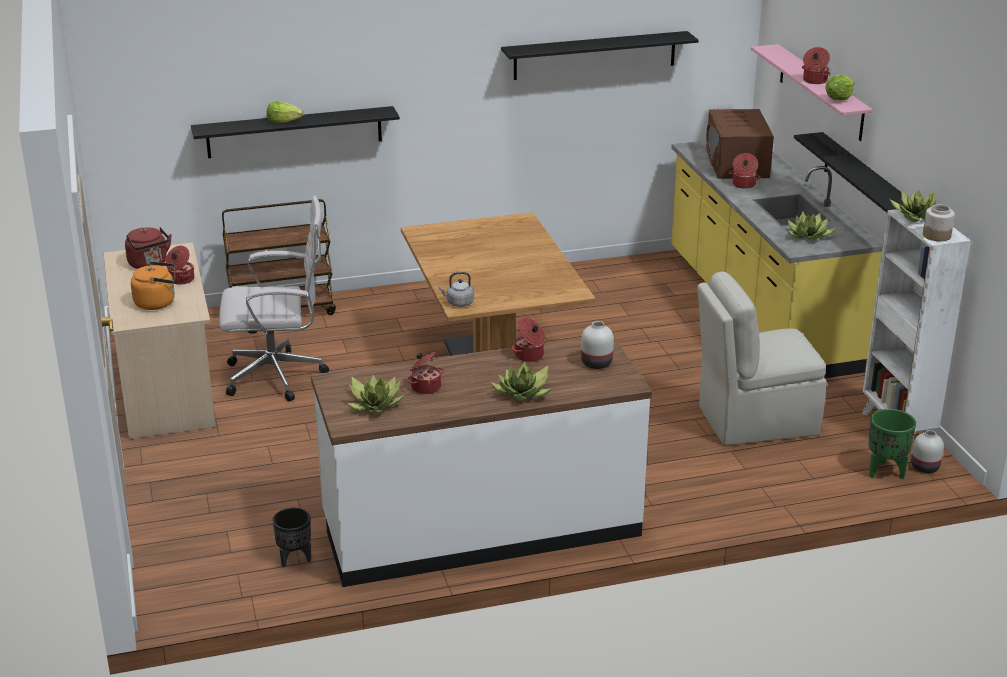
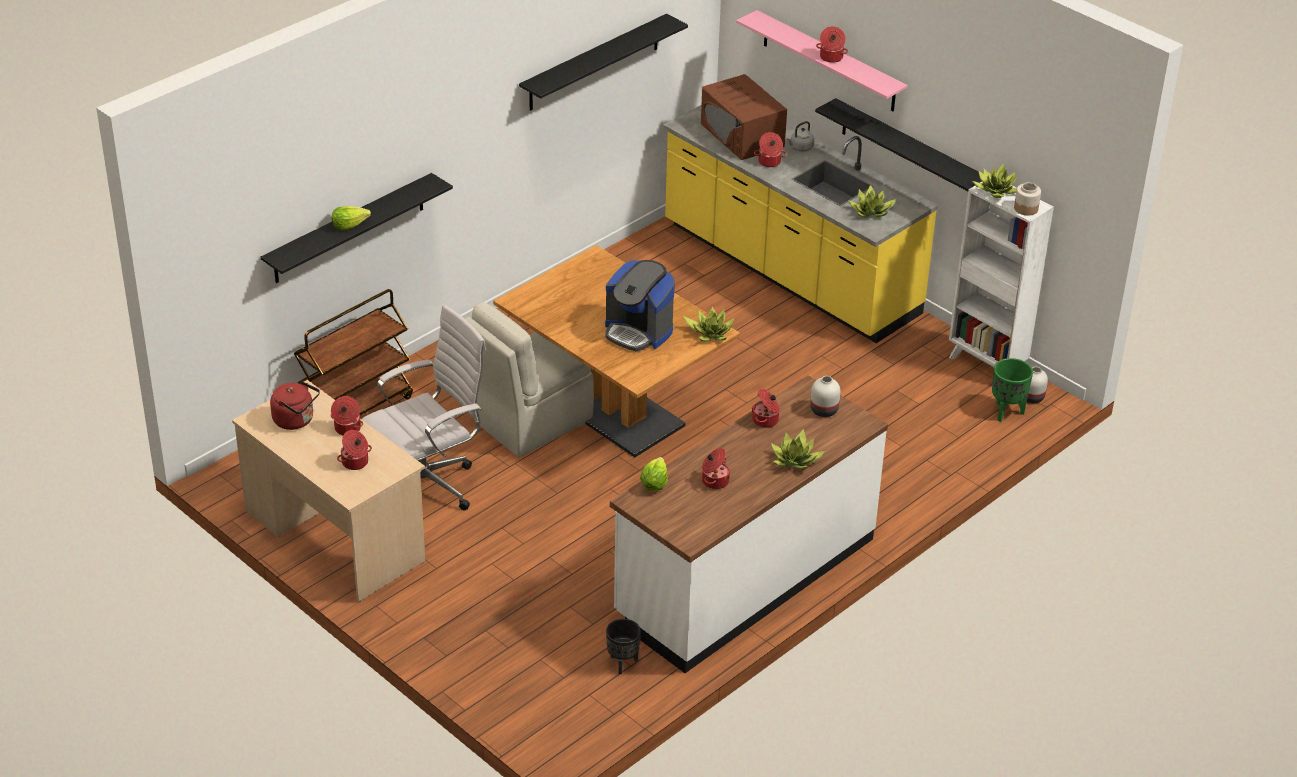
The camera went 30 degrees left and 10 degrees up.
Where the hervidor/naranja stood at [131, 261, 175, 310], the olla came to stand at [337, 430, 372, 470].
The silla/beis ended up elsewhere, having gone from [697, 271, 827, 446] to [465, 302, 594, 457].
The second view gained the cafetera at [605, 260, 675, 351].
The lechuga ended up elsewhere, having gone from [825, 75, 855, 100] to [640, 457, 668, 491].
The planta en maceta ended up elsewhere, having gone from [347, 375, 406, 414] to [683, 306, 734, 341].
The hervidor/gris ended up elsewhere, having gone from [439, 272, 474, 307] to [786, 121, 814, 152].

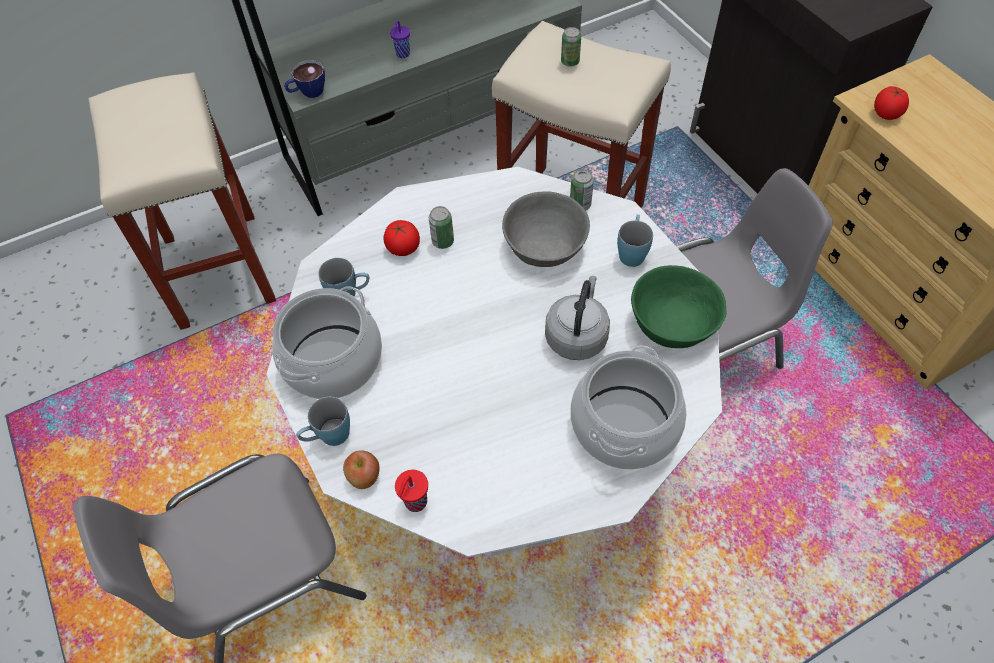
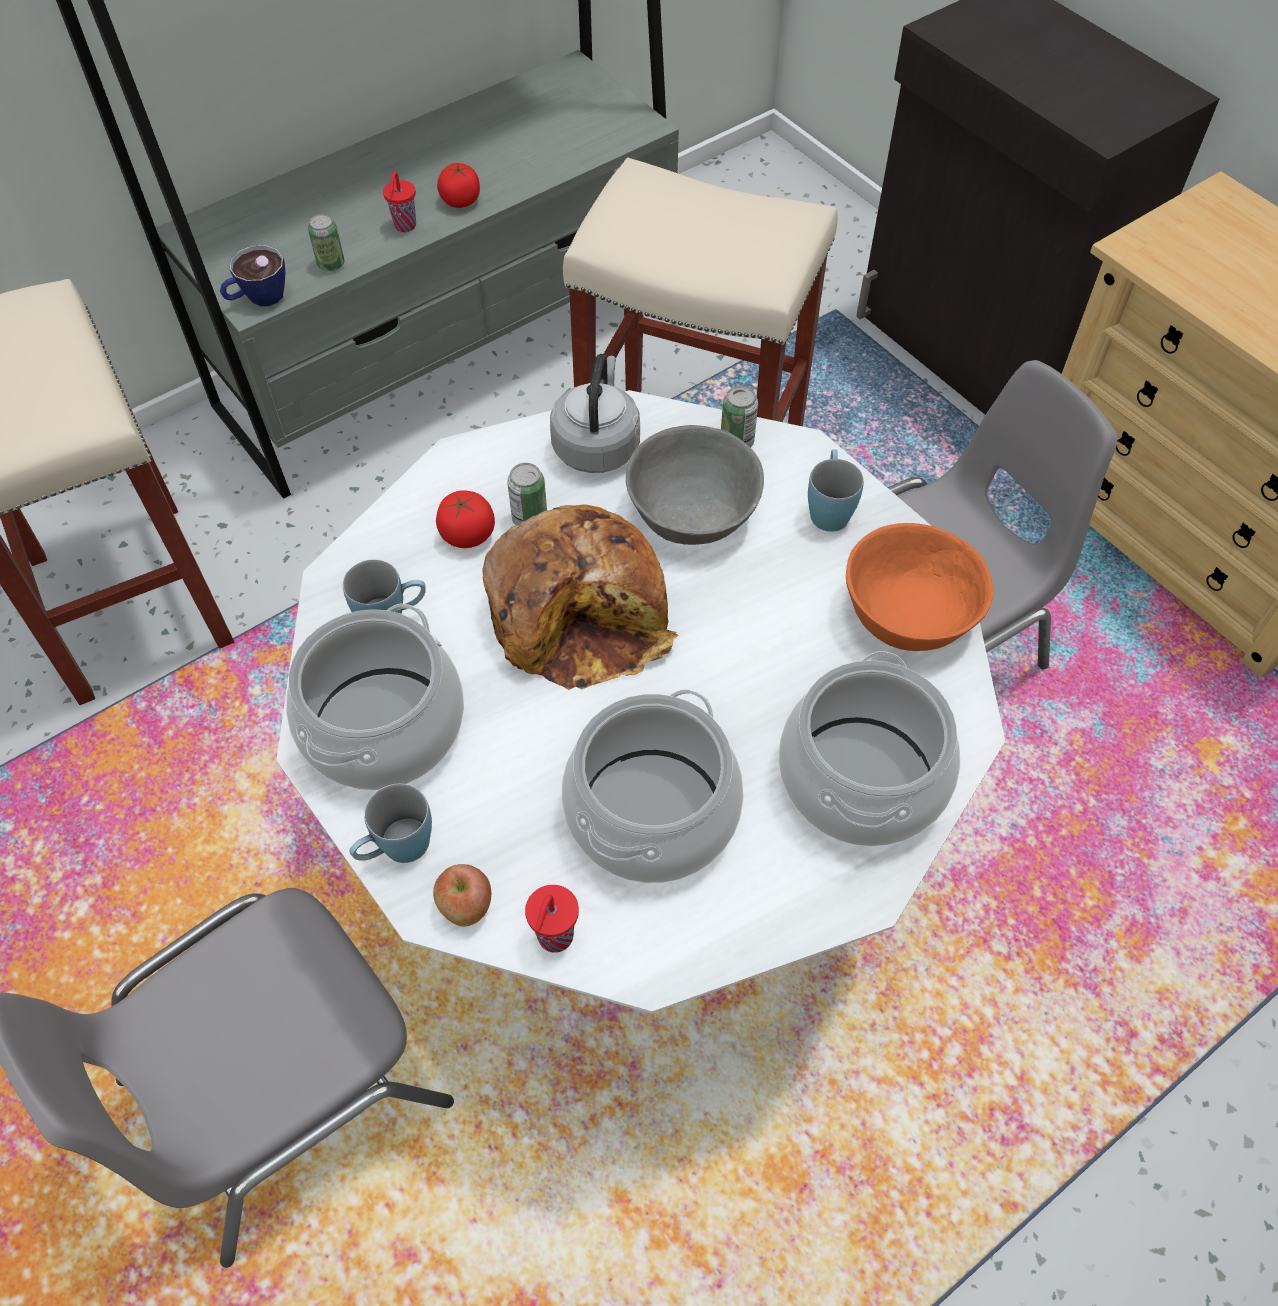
The camera went 10 degrees left and 0 degrees up.
The lata ended up elsewhere, having gone from [561, 27, 581, 67] to [308, 214, 345, 271].
What was the taza/morado at [390, 20, 410, 58] turned into the taza/rojo at [383, 171, 416, 232].
The tomate ended up elsewhere, having gone from [874, 86, 909, 120] to [437, 163, 480, 208].
The second view gained the pan at [482, 505, 678, 690].
The hervidor/gris ended up elsewhere, having gone from [545, 276, 610, 360] to [550, 354, 640, 473].
The second view gained the olla at [562, 689, 744, 883].
What was the cuenco/verde at [631, 265, 727, 348] turned into the cuenco/naranja at [846, 523, 994, 651].

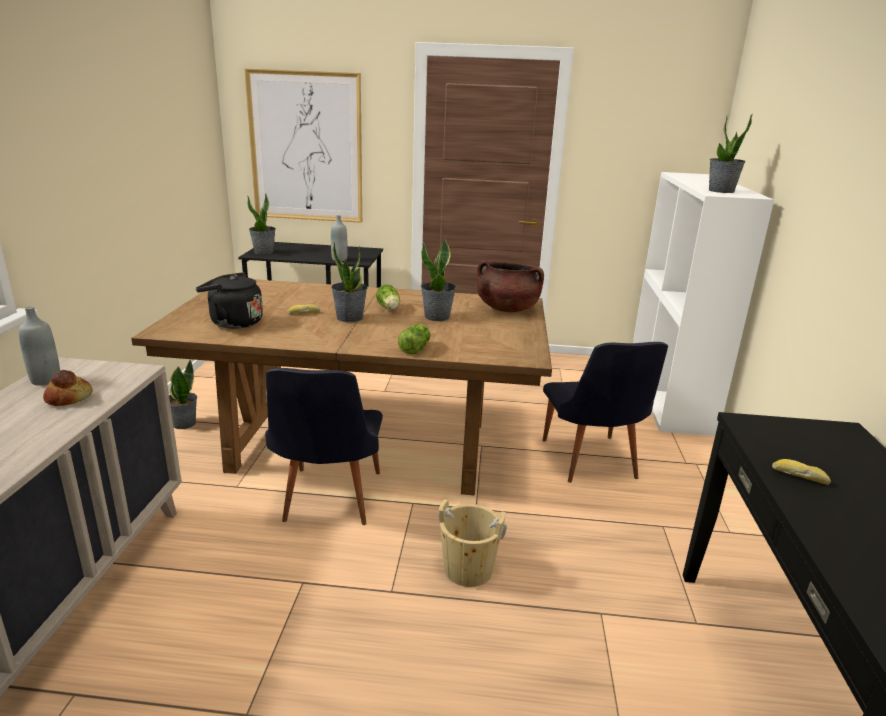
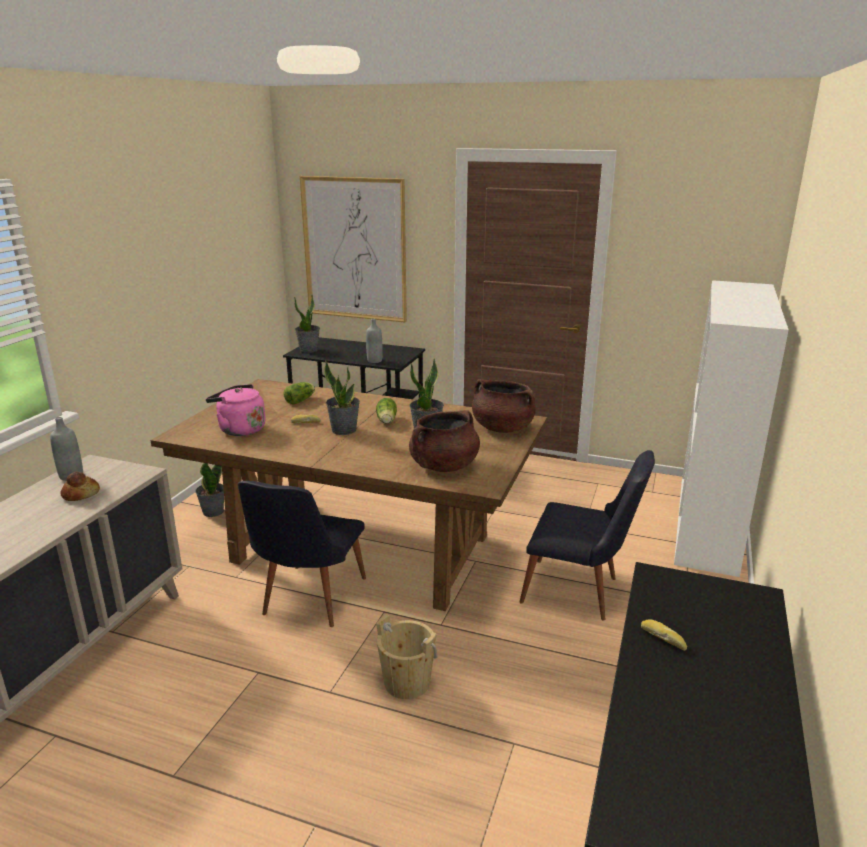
The camera went 15 degrees right and 0 degrees up.
What was the hervidor/negro at [196, 272, 263, 329] turned into the hervidor/rosa at [206, 384, 266, 436].
The lechuga ended up elsewhere, having gone from [398, 324, 431, 355] to [283, 382, 315, 405].
The second view gained the olla/marrón at [409, 410, 480, 472].
The silla/negro at [543, 342, 668, 483] ended up facing another way, 75 degrees counterclockwise from before.
The second view lost the planta en maceta at [709, 114, 752, 193].

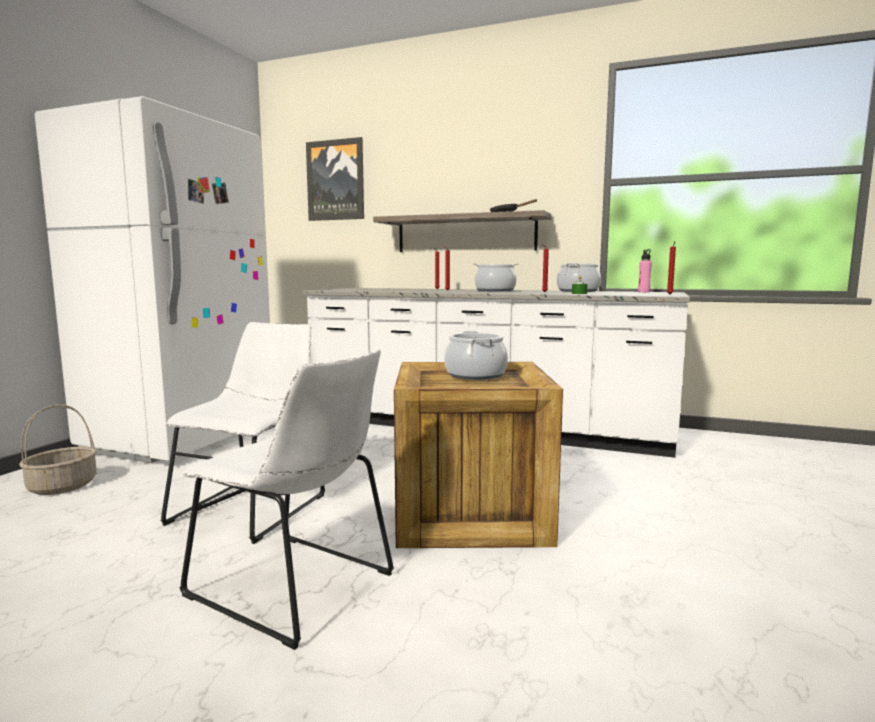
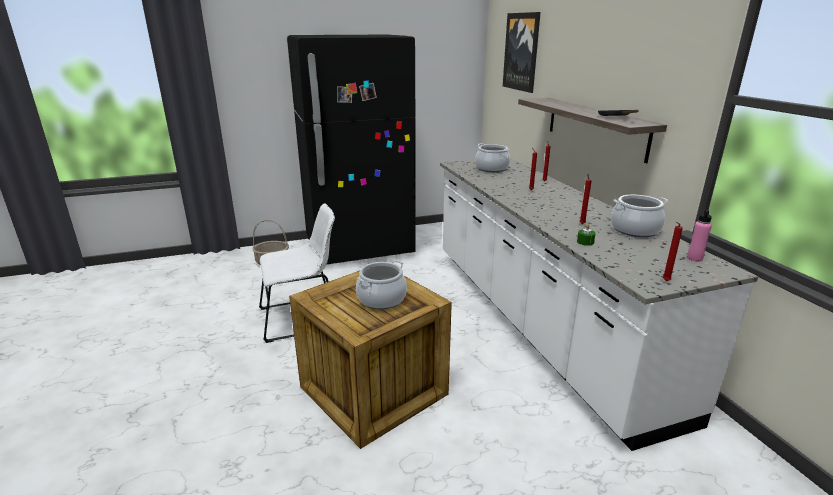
The camera went 50 degrees right and 15 degrees up.
What was the nevera/blanco at [35, 96, 270, 463] turned into the nevera/negro at [287, 35, 416, 265].
The olla ended up elsewhere, having gone from [473, 263, 519, 291] to [475, 143, 510, 172].
The second view lost the silla/blanco at [179, 350, 394, 650].

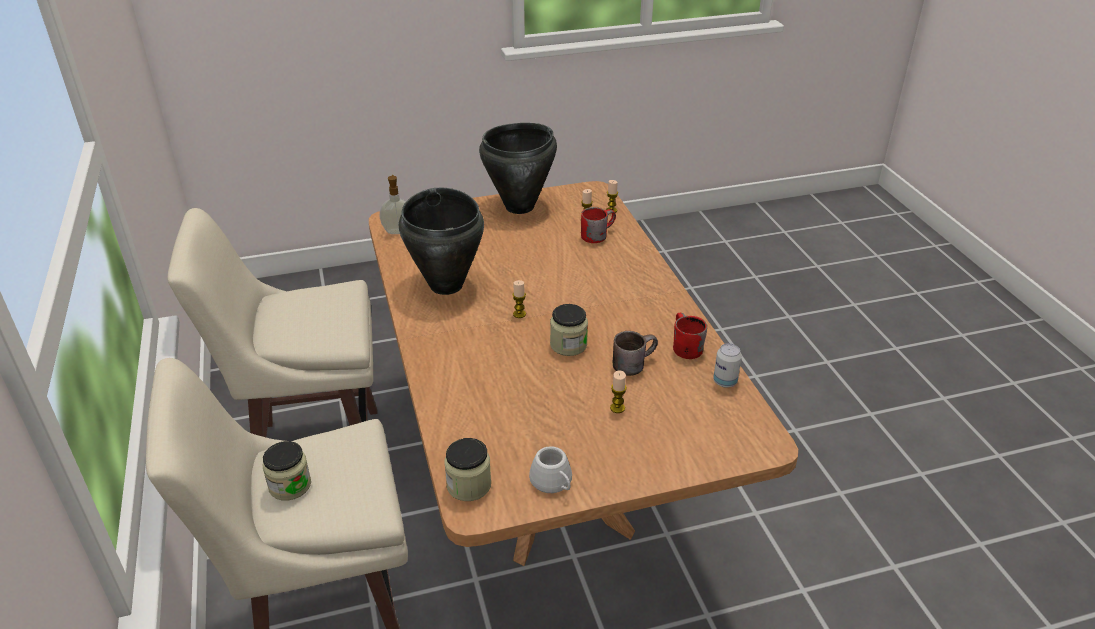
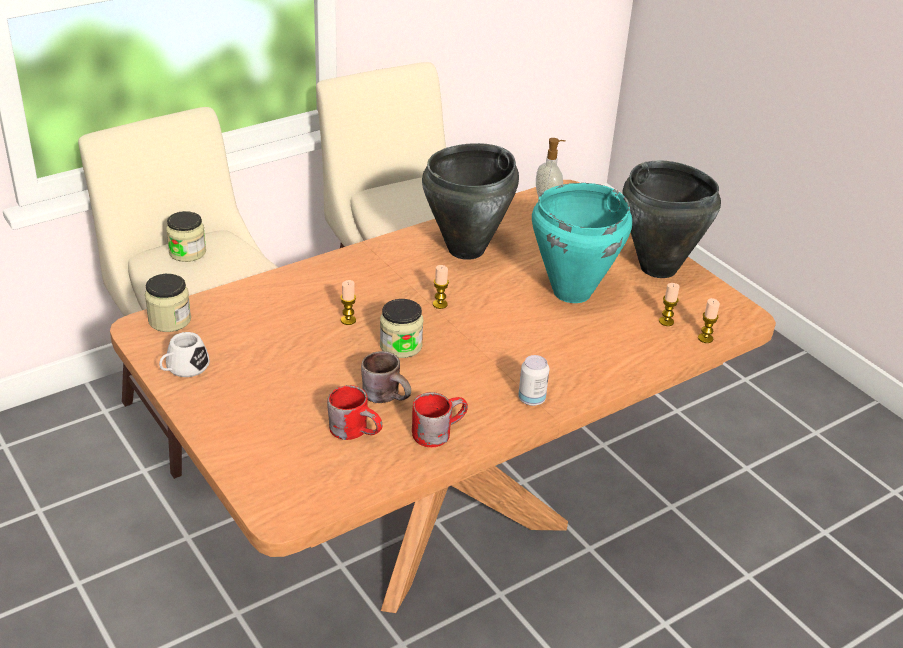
The camera went 70 degrees right and 0 degrees up.
The taza grande/rojo ended up elsewhere, having gone from [581, 207, 616, 243] to [327, 385, 383, 440].
The vela ended up elsewhere, having gone from [610, 370, 627, 413] to [340, 280, 356, 325].
The lata ended up elsewhere, having gone from [713, 343, 742, 388] to [518, 355, 549, 406].
The second view gained the olla/turquesa at [532, 183, 632, 303].

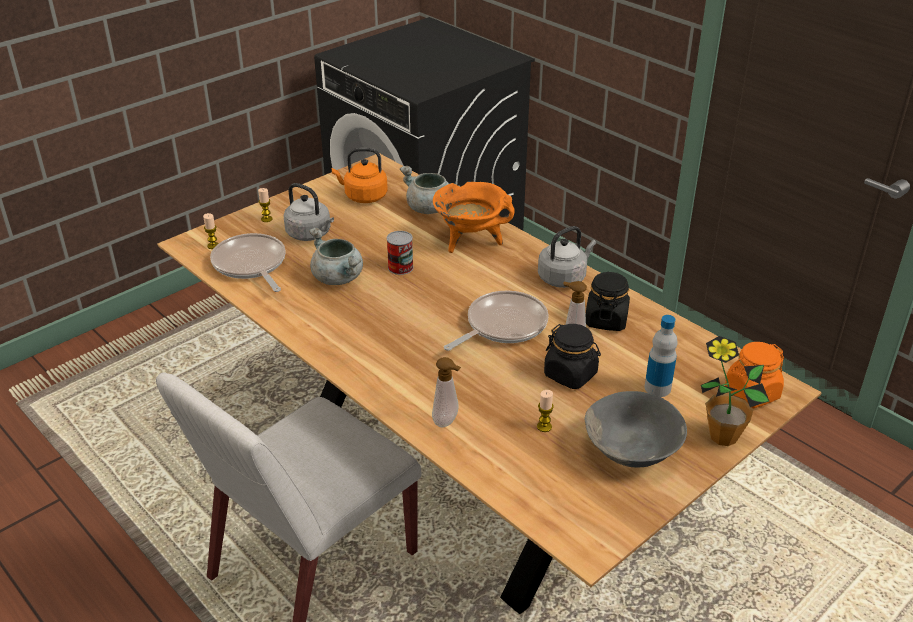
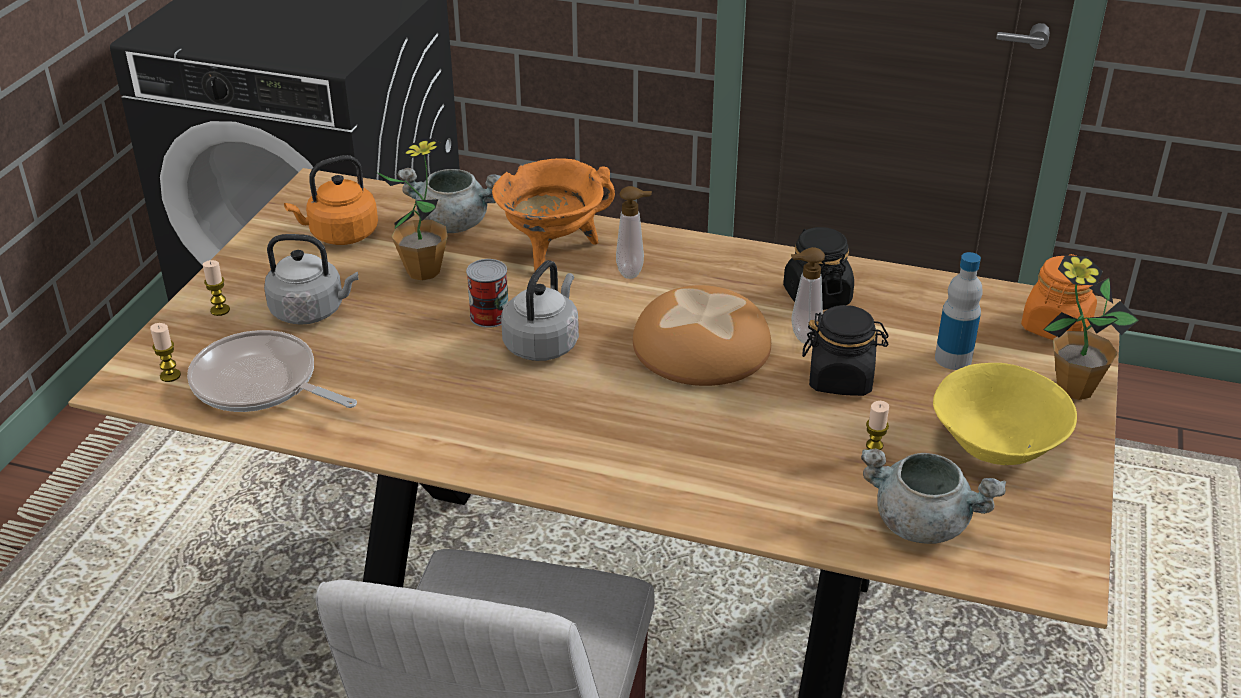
The camera went 30 degrees left and 0 degrees up.
The second view gained the planta en maceta at [376, 138, 448, 281].
The hervidor/gris ended up elsewhere, having gone from [538, 226, 596, 288] to [501, 260, 579, 361].
The dispensador de jabón ended up elsewhere, having gone from [432, 357, 461, 428] to [616, 186, 652, 279].
Where the sartén stood at [444, 291, 549, 351], the pan came to stand at [633, 285, 771, 386].
The olla/gris ended up elsewhere, having gone from [309, 228, 363, 285] to [861, 449, 1006, 544].
What was the cuenco/gris at [585, 391, 687, 467] turned into the cuenco/amarillo at [933, 363, 1077, 465].

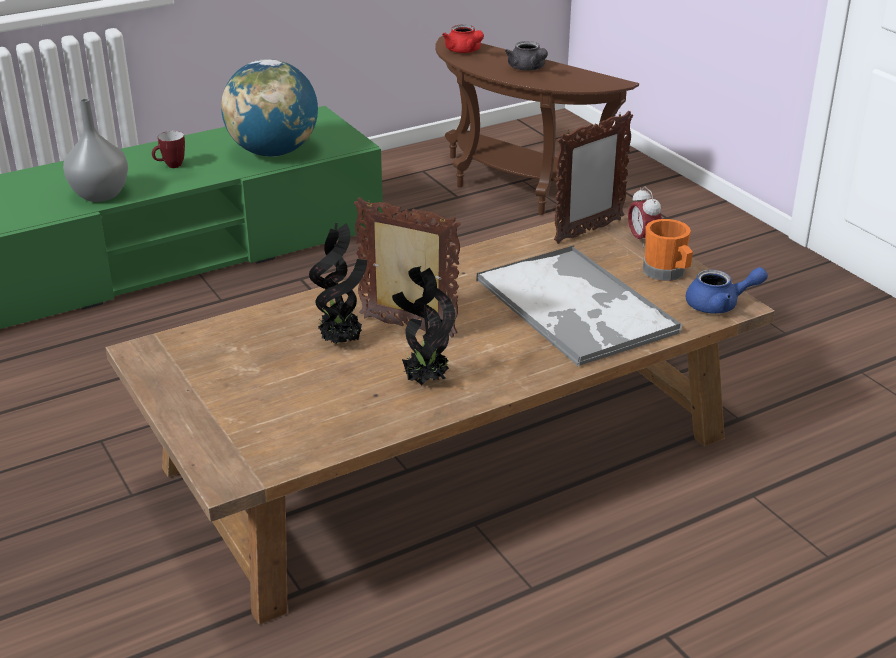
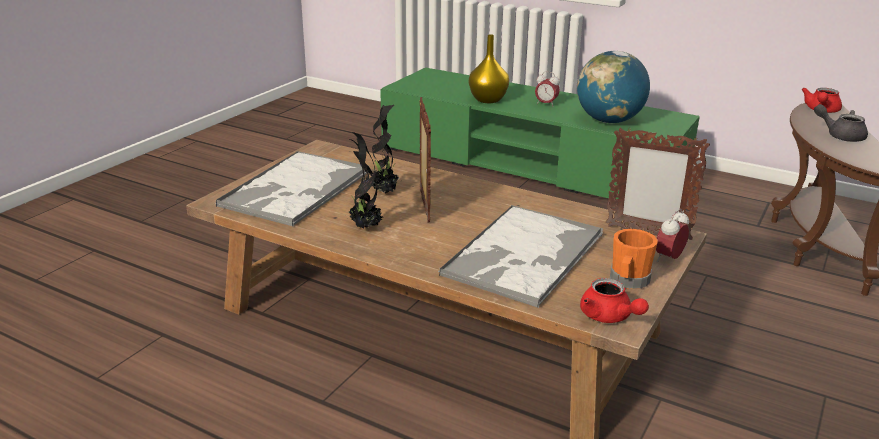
The camera went 60 degrees right and 5 degrees down.
The second view gained the bandeja at [216, 151, 369, 227].
What was the florero/gris at [63, 99, 128, 202] turned into the florero/amarillo at [469, 34, 509, 103].
Where the taza grande stood at [152, 131, 185, 168], the despertador came to stand at [535, 71, 560, 105].
What was the tetera/azul at [686, 267, 768, 314] turned into the tetera/rojo at [580, 278, 649, 323].
The tetera/gris at [505, 41, 548, 71] ended up facing another way, 90 degrees clockwise from before.

